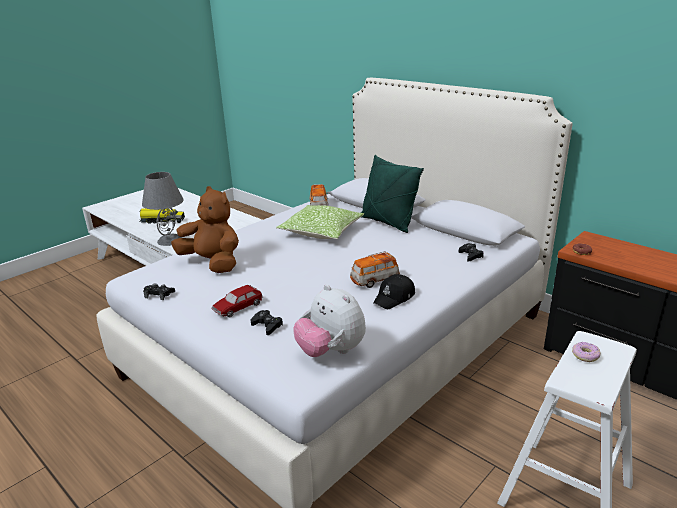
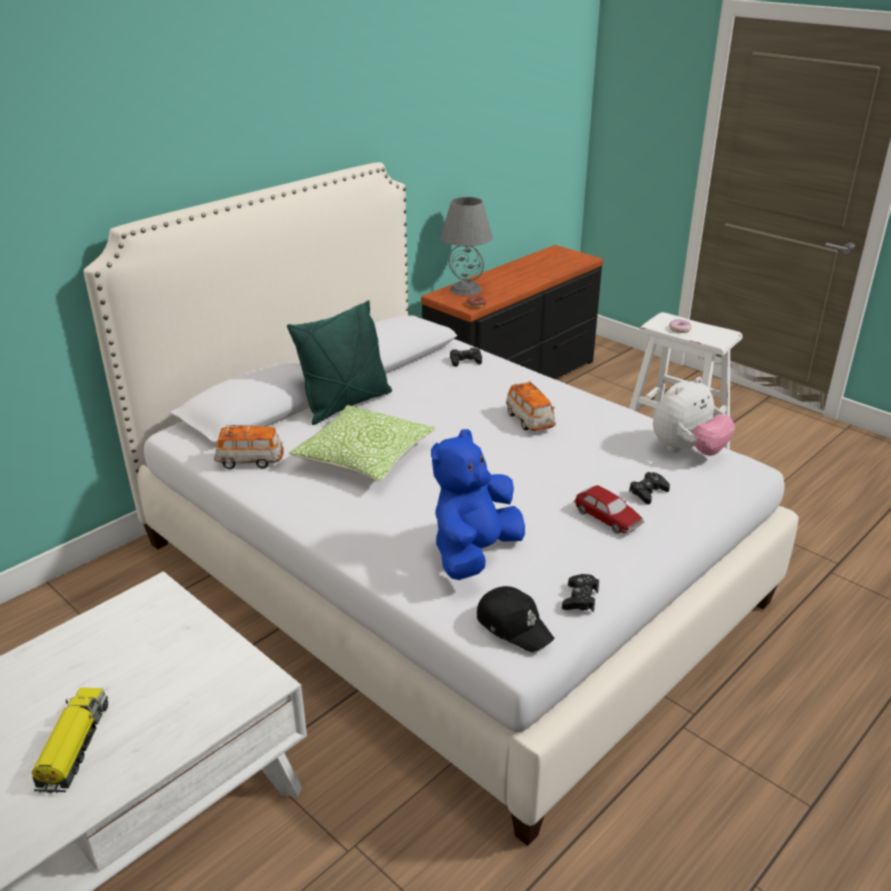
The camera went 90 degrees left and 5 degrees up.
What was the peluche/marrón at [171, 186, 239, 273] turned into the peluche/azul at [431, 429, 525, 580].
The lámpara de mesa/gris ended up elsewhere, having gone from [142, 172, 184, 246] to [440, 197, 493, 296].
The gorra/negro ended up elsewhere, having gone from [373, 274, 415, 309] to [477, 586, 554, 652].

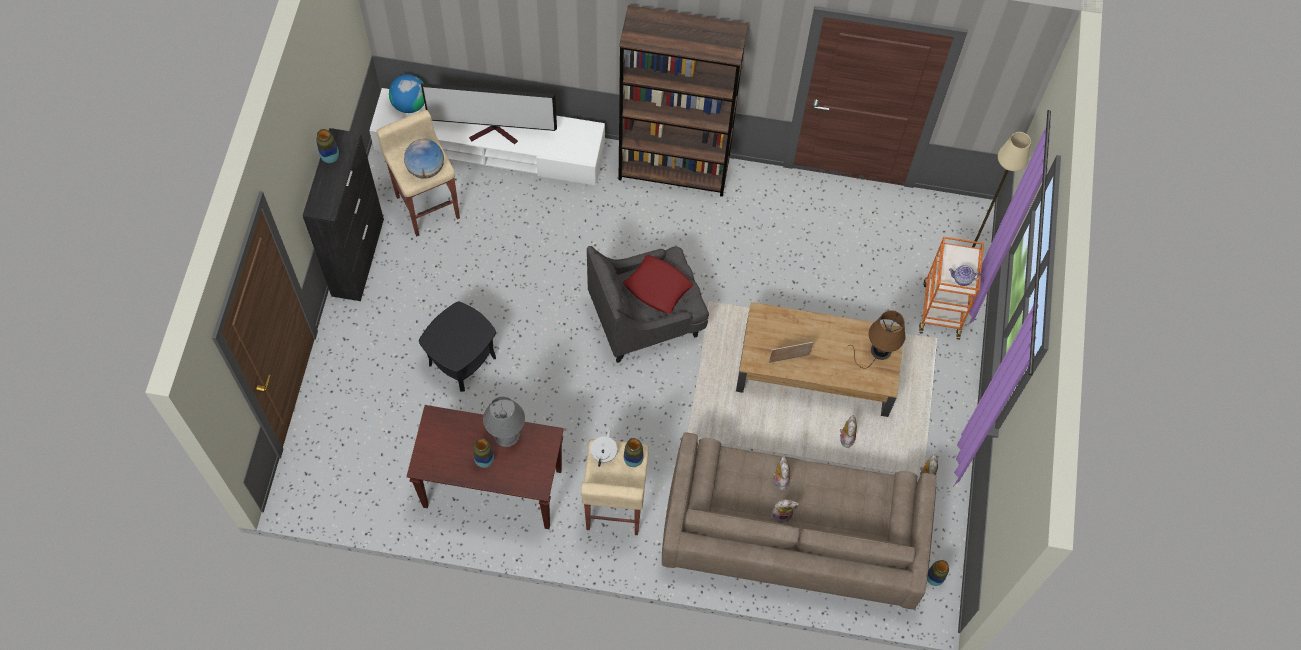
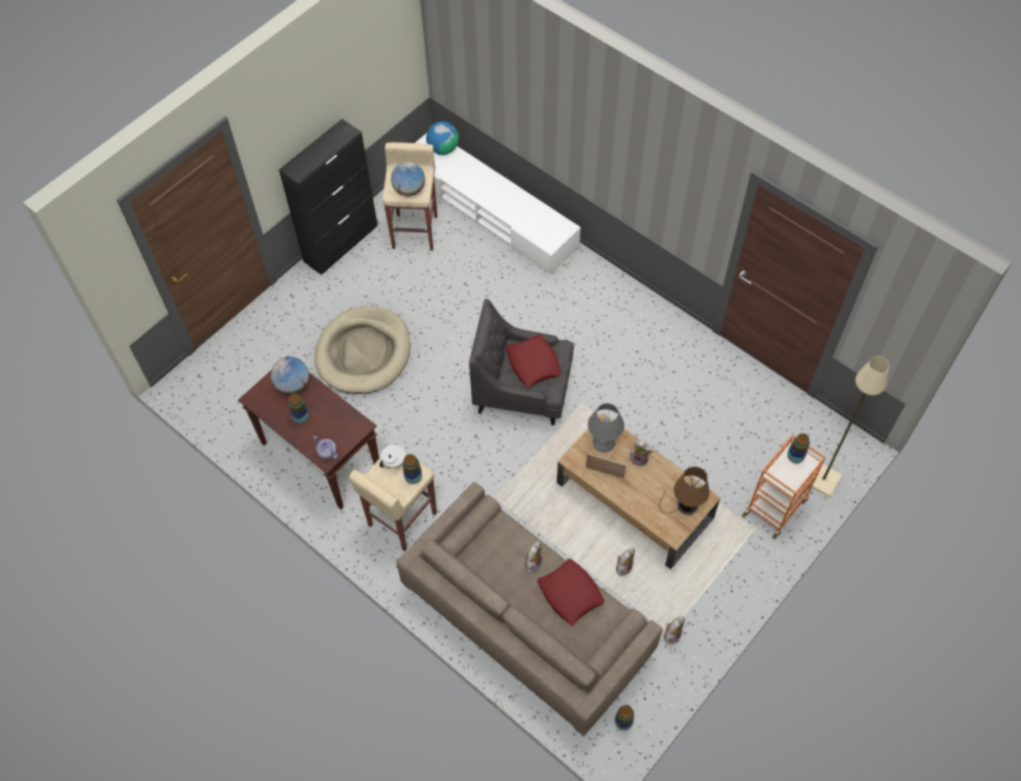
The camera went 35 degrees right and 5 degrees down.
The second view gained the globo terráqueo at [271, 357, 309, 395].
Where the mesa auxiliar/negro stood at [419, 302, 496, 392], the cama para perro/beis came to stand at [314, 306, 410, 394].
The tetera ended up elsewhere, having gone from [949, 265, 982, 286] to [314, 436, 338, 459].
The second view gained the cojín/rojo at [537, 559, 604, 625].
The lámpara de mesa/gris ended up elsewhere, having gone from [483, 396, 525, 447] to [588, 403, 624, 453].
The peluche ended up elsewhere, having gone from [771, 499, 799, 524] to [629, 440, 653, 467].
The florero ended up elsewhere, having gone from [316, 129, 339, 163] to [787, 433, 810, 463].
The second view lost the televisor at [421, 83, 557, 144].
The second view lost the estantería/marrón at [619, 5, 748, 197].

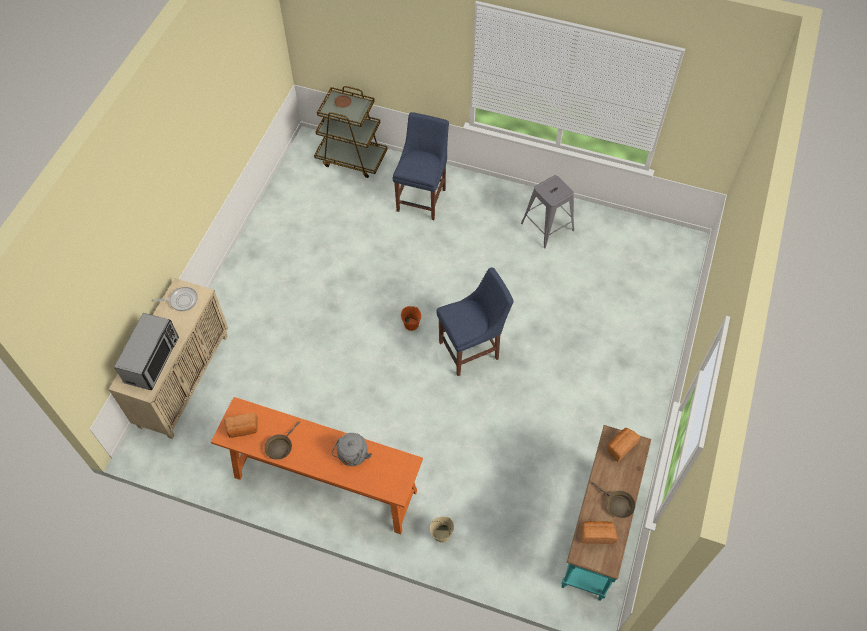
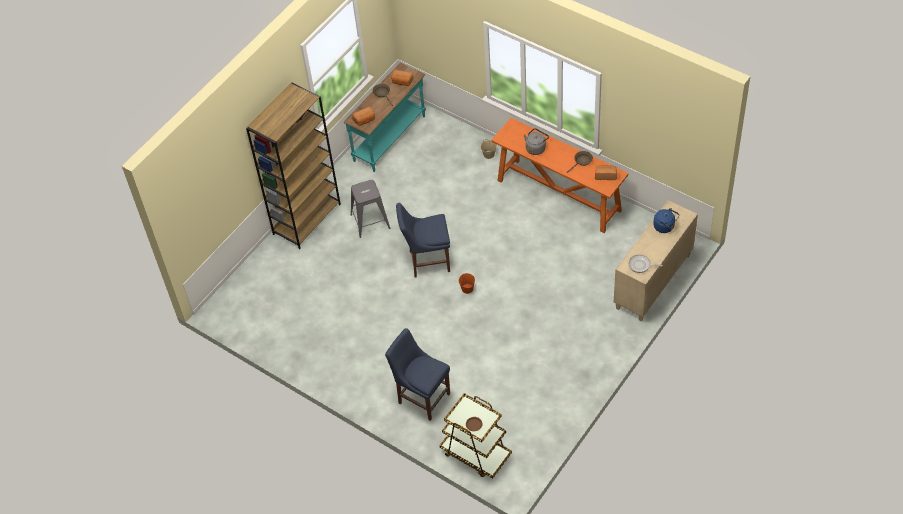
The camera went 160 degrees left and 5 degrees down.
The second view gained the estantería/marrón at [246, 83, 341, 249].
The taburete/gris ended up elsewhere, having gone from [521, 175, 574, 248] to [351, 180, 390, 238].
The silla/azul at [392, 112, 449, 220] ended up facing another way, 90 degrees clockwise from before.
Where the microondas stood at [114, 313, 179, 390], the hervidor/azul came to stand at [653, 208, 679, 233].

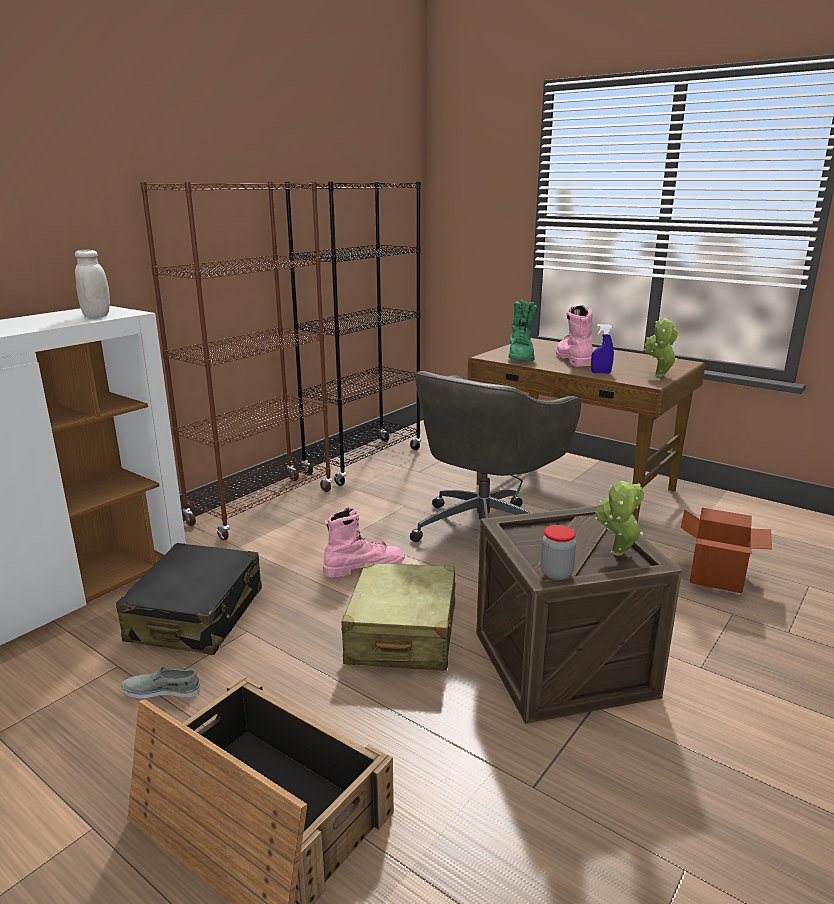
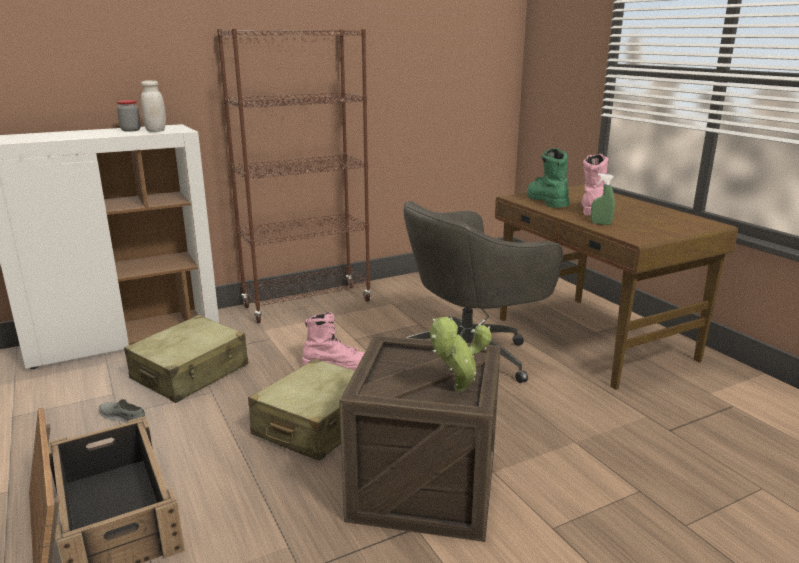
The camera went 25 degrees right and 0 degrees up.
The tarro ended up elsewhere, having gone from [540, 525, 576, 580] to [117, 100, 141, 132].
What was the maleta/negro at [116, 543, 262, 655] turned into the maleta/beis at [124, 315, 249, 403].
The bota/verde at [509, 300, 537, 361] ended up facing another way, 135 degrees clockwise from before.
What was the pulverizador/azul at [591, 324, 614, 374] turned into the pulverizador/verde at [591, 173, 615, 225].
The second view lost the estantería/negro at [285, 182, 421, 486].
The second view lost the planta en maceta at [644, 318, 678, 377].
The second view lost the caja de cartón at [681, 508, 772, 594].

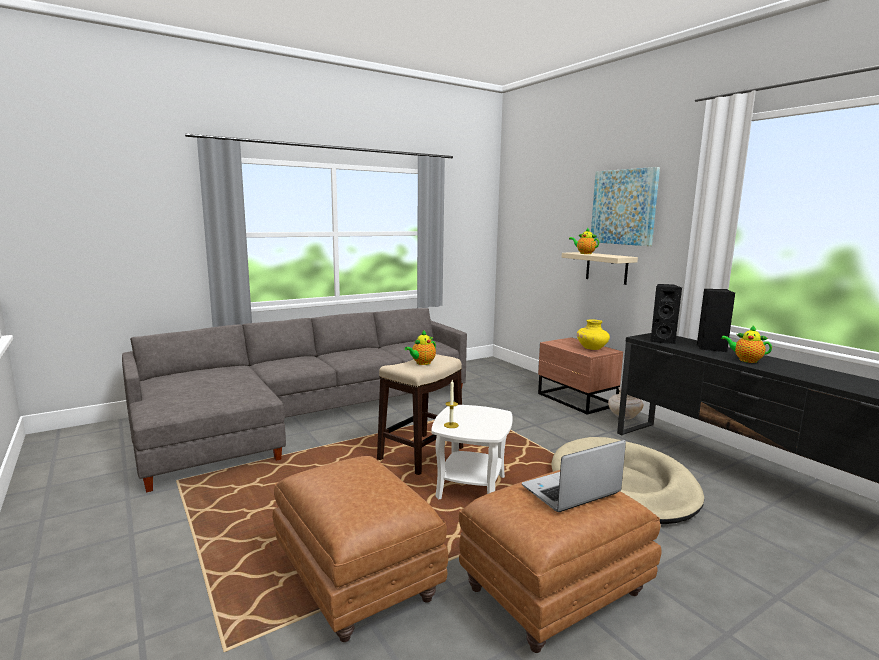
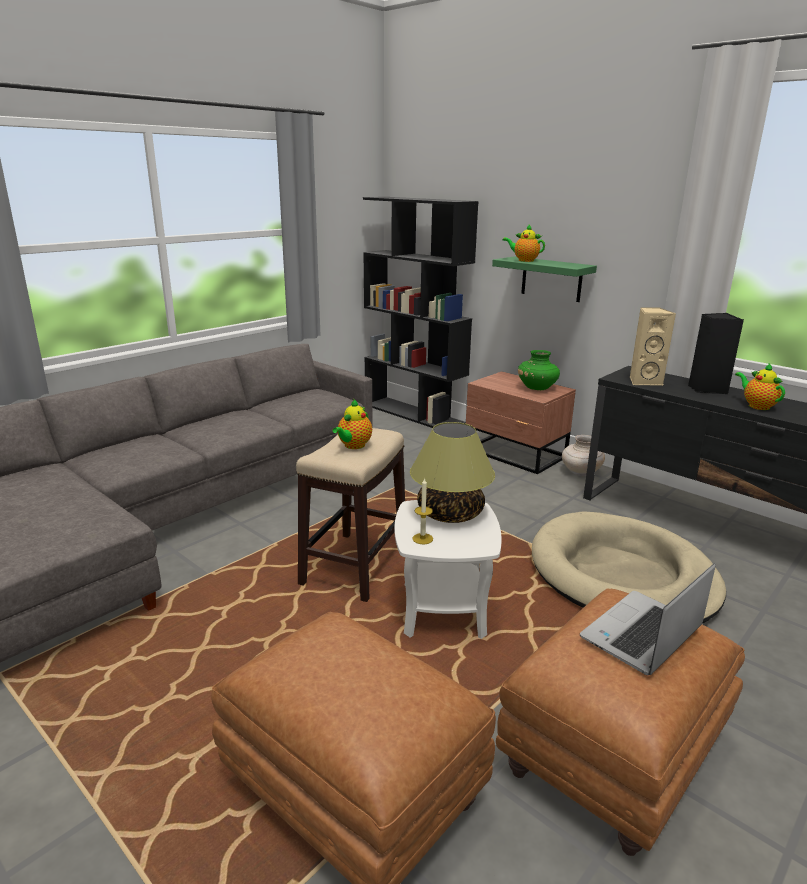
The camera went 15 degrees left and 10 degrees up.
The second view gained the estantería/negro at [363, 197, 479, 428].
The second view gained the lámpara de mesa at [410, 422, 495, 523].
What was the estante/beis at [562, 252, 638, 285] turned into the estante/verde at [492, 257, 597, 302].
What was the florero/amarillo at [577, 319, 610, 350] turned into the florero/verde at [518, 350, 560, 390].
What was the altavoz/negro at [650, 284, 682, 344] turned into the altavoz/beis at [630, 307, 676, 386].
The tetera at [721, 326, 772, 363] ended up facing another way, 45 degrees clockwise from before.
The second view lost the cuadro at [591, 167, 660, 246].

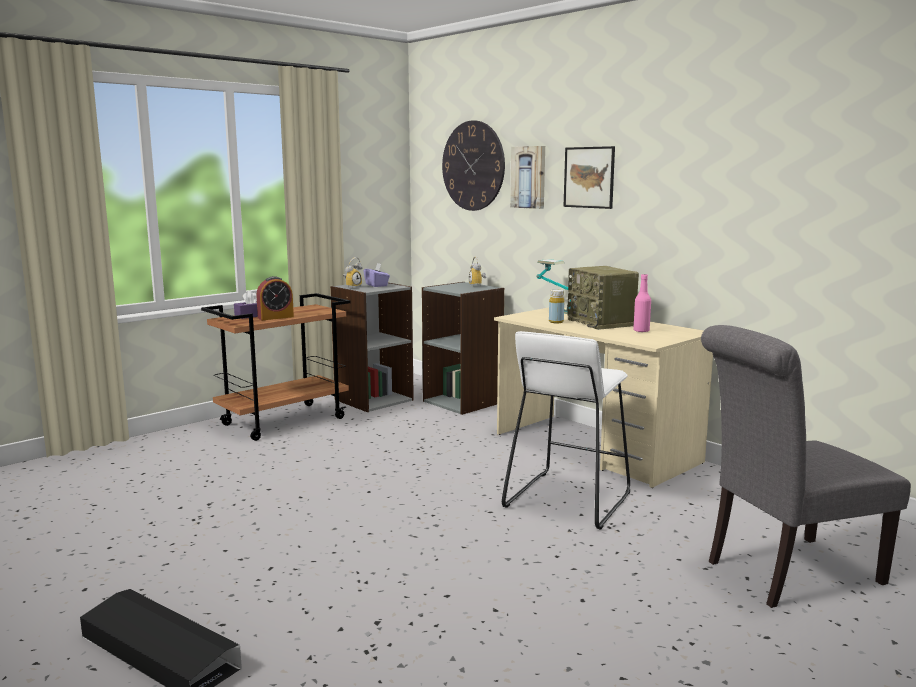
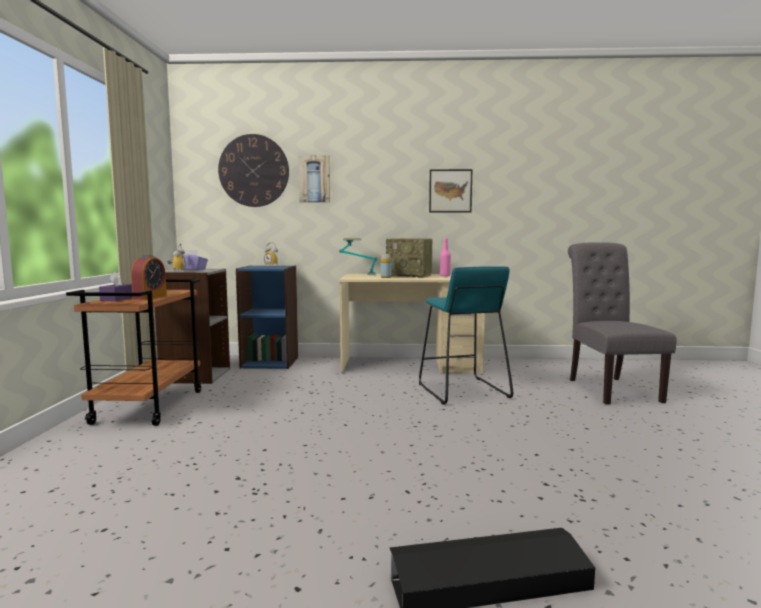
The camera went 45 degrees left and 5 degrees down.
What was the estantería/gris at [422, 282, 504, 415] turned into the estantería/azul at [236, 265, 298, 369].
What was the taburete/blanco at [502, 331, 630, 530] turned into the taburete/turquesa at [419, 266, 513, 405].
The cuadro ended up elsewhere, having gone from [563, 146, 615, 209] to [429, 169, 472, 212].
The silla/gris at [701, 325, 911, 608] ended up facing another way, 150 degrees clockwise from before.

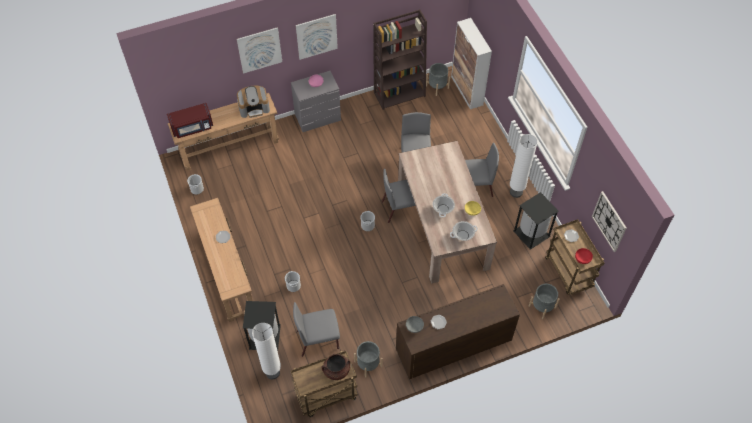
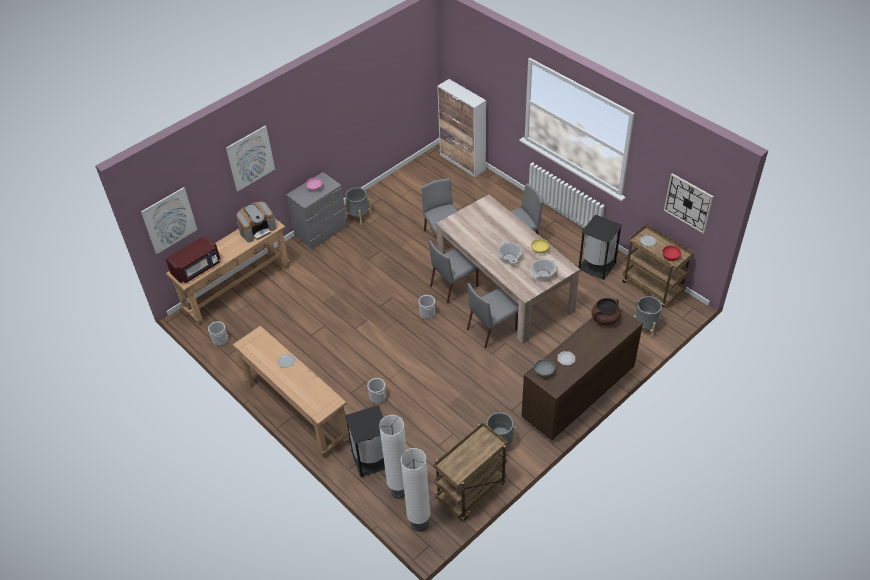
The camera went 20 degrees left and 10 degrees down.
The cuadro ended up elsewhere, having gone from [296, 14, 338, 60] to [141, 187, 197, 254].
The maceta/gris ended up elsewhere, having gone from [426, 63, 450, 96] to [344, 187, 372, 225].
The lámpara de pie/blanco ended up elsewhere, having gone from [510, 134, 538, 198] to [401, 448, 430, 531].
The silla/gris ended up elsewhere, having gone from [293, 302, 340, 357] to [467, 283, 518, 348].
The olla/marrón ended up elsewhere, having gone from [321, 354, 350, 380] to [592, 298, 621, 326].
The second view lost the estantería/marrón at [373, 9, 427, 110].

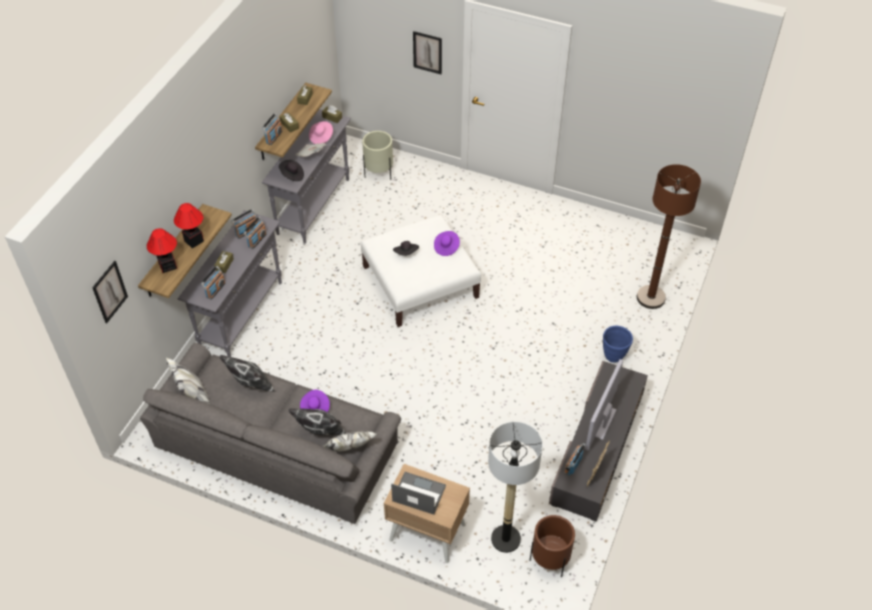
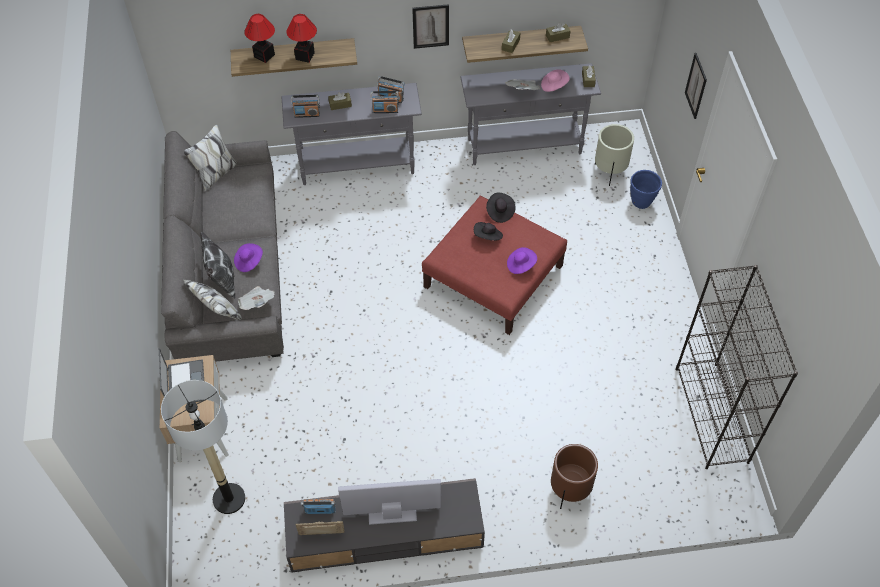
The camera went 60 degrees right and 5 degrees up.
The second view gained the periódico at [238, 286, 275, 310].
The cuadro ended up elsewhere, having gone from [92, 261, 128, 323] to [412, 4, 449, 49].
What was the puf/blanco at [360, 214, 481, 327] turned into the puf/rojo at [422, 196, 567, 335].
The sombrero/negro ended up elsewhere, having gone from [279, 160, 304, 181] to [486, 193, 515, 223].
The maceta/marrón ended up elsewhere, having gone from [530, 515, 575, 577] to [551, 444, 598, 509].
The maceta/azul ended up elsewhere, having gone from [603, 326, 633, 363] to [630, 170, 662, 209].
The second view gained the estantería/negro at [676, 265, 798, 469].
The second view lost the cojín at [220, 355, 275, 391].
The second view lost the radio at [262, 113, 282, 145].
The second view lost the lámpara de pie/marrón at [637, 164, 701, 309].

